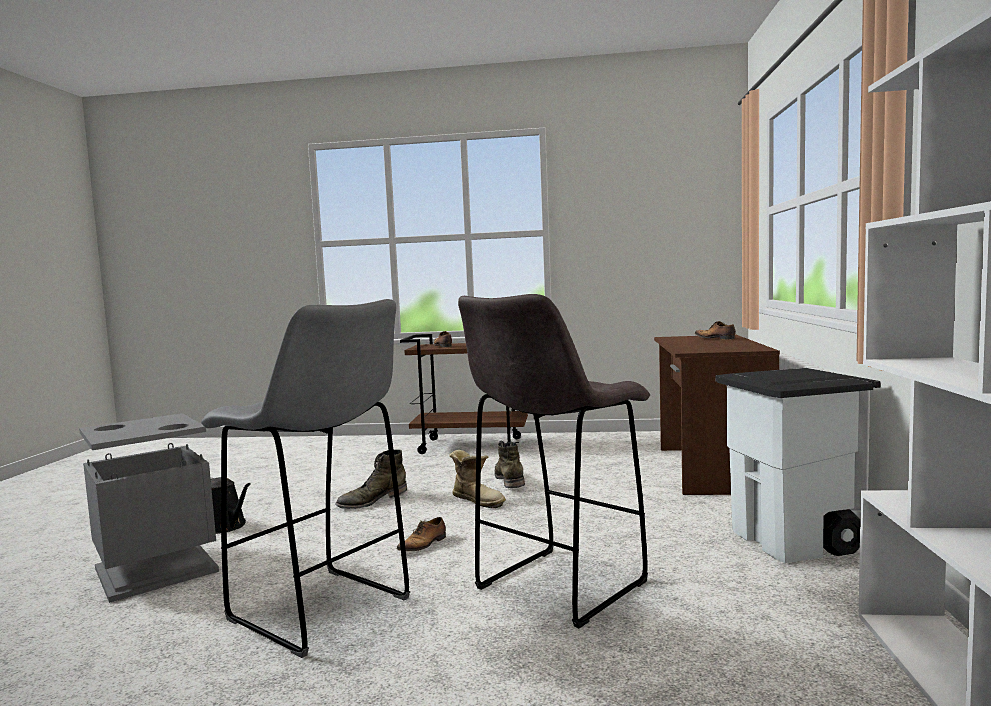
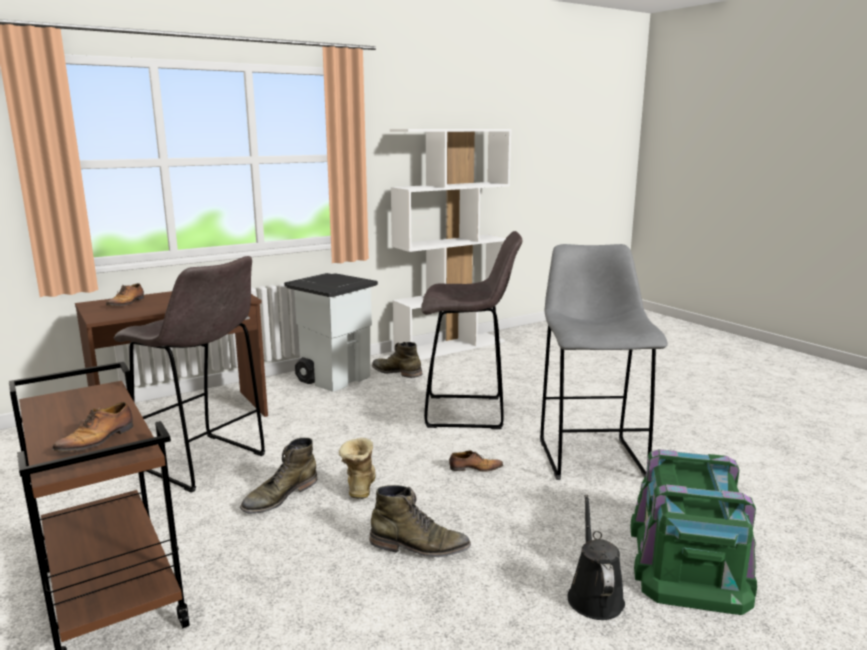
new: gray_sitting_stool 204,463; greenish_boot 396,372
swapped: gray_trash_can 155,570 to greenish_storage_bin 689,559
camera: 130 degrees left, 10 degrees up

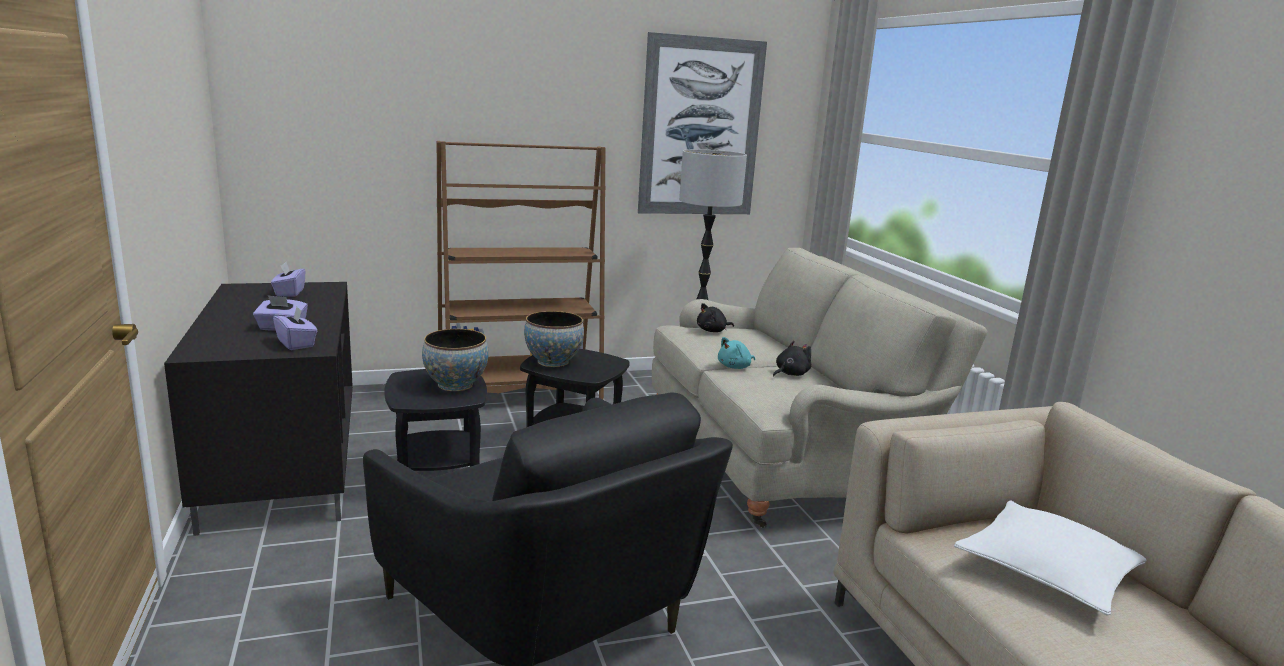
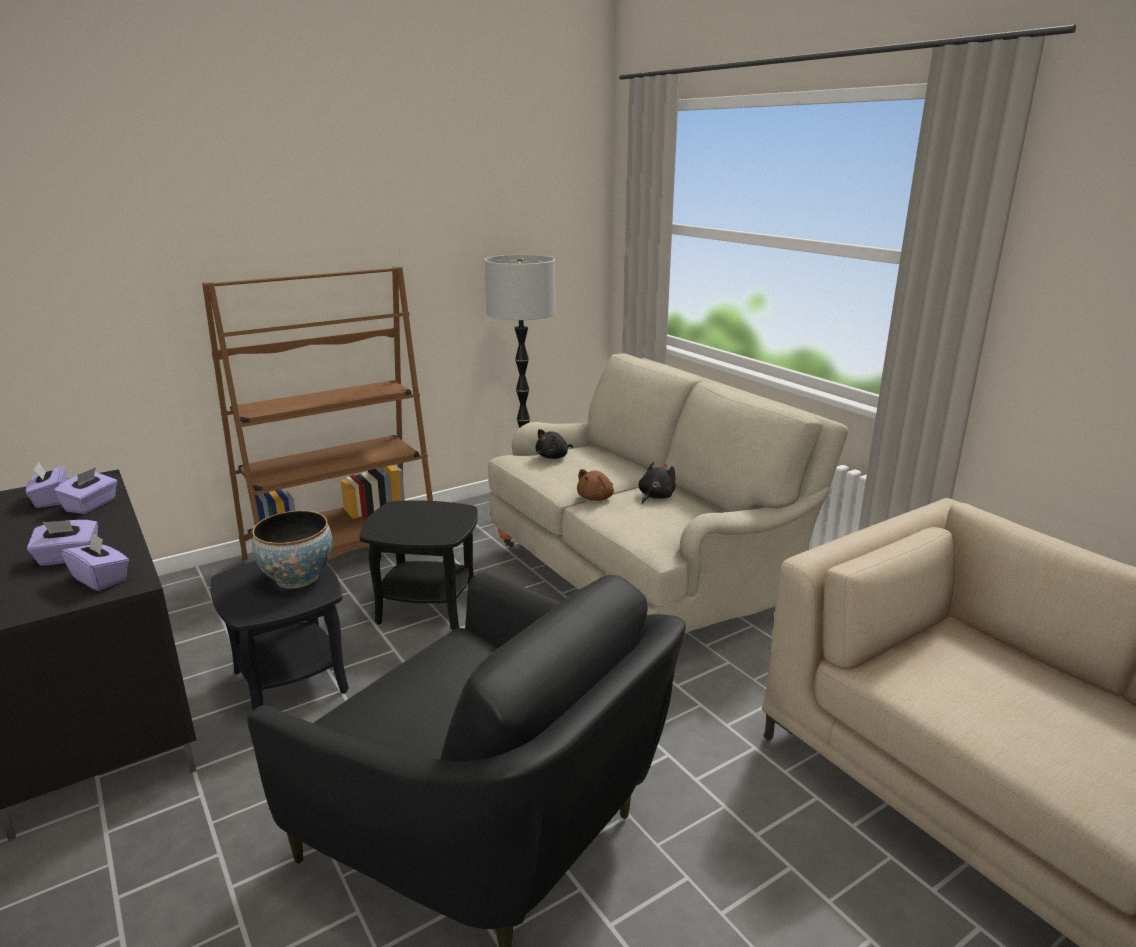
gone: serving_bowl 553,362; wall_art 701,128; white-coloured_cushion 1048,570
new: purple-coloured_box_of_tissues 91,505
repainted: turquoise-coloured_cuddly_toy 735,367 to brownish_cuddly_toy 596,498
camera: 15 degrees left, 5 degrees up

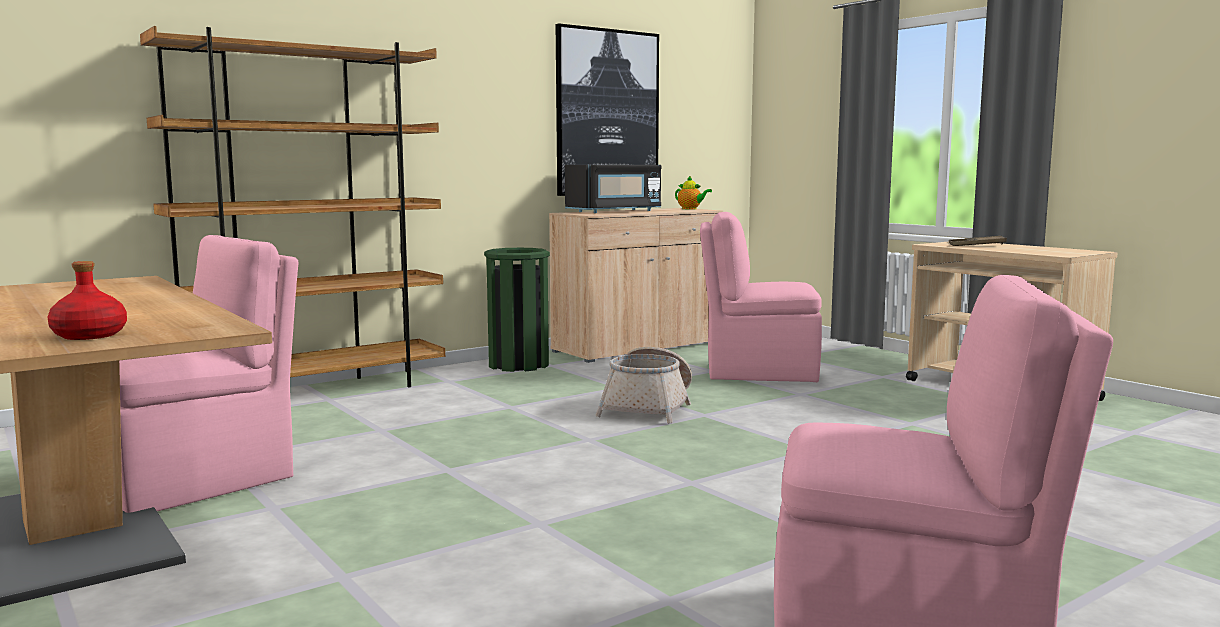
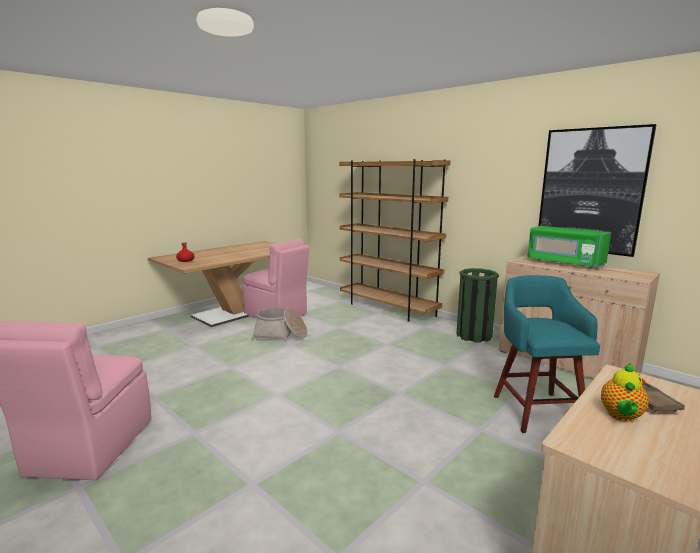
shifted: household_basket 648,407 to 281,335; pot_for_tea 691,209 to 621,416
swapped: pink-coloured_upright_chair 757,372 to turquoise-coloured_sitting_stool 536,410
repainted: blackish_kitchen_microwave 615,211 to greenish_kitchen_microwave 564,263
camera: 80 degrees right, 5 degrees up

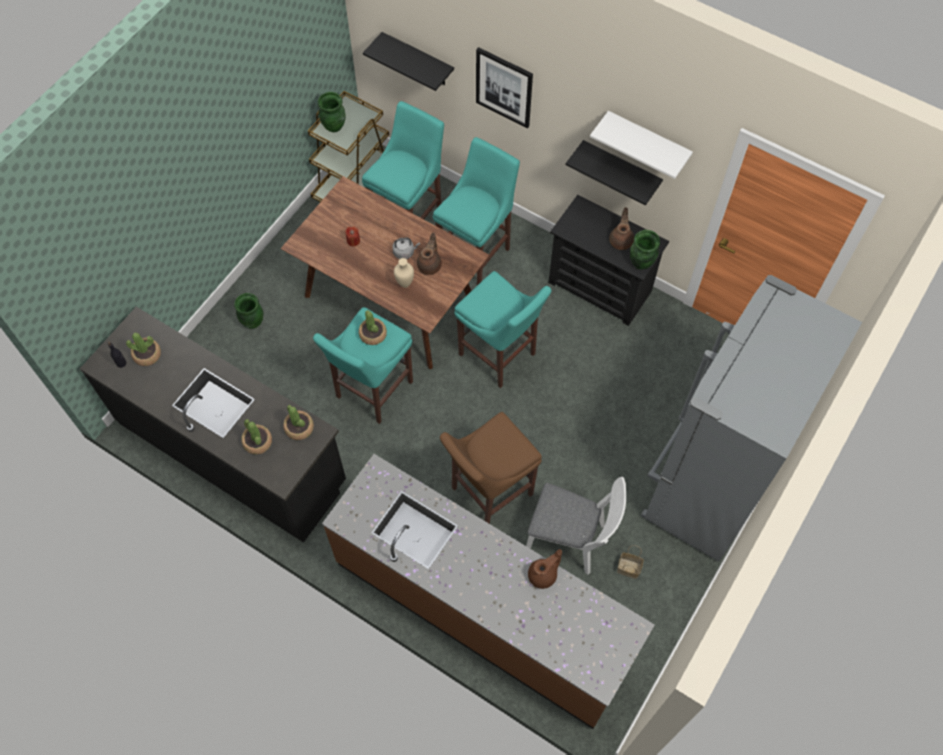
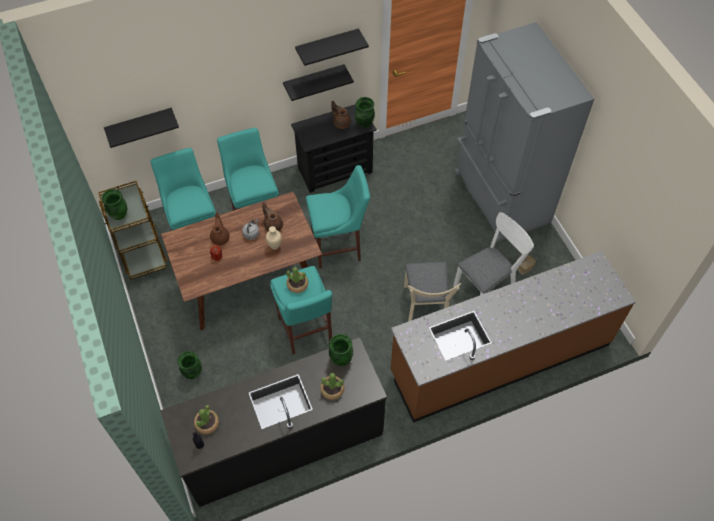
gone: wall_art 504,87
shifted: brownish_pot_for_tea 543,575 to 220,237
swapped: potted_plant 299,428 to greenish_flower_vase 341,359; brownish_sitting_stool 488,493 to beige_upright_chair 425,309
repainted: white-coloured_wall_shelf 647,142 to blackish_wall_shelf 327,46
camera: 55 degrees left, 5 degrees down

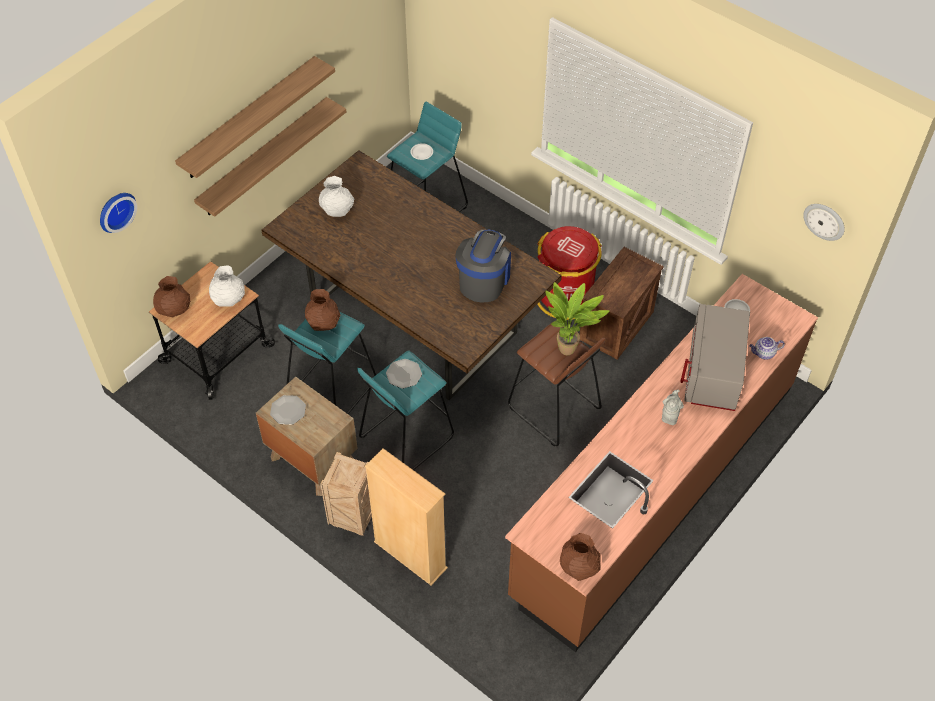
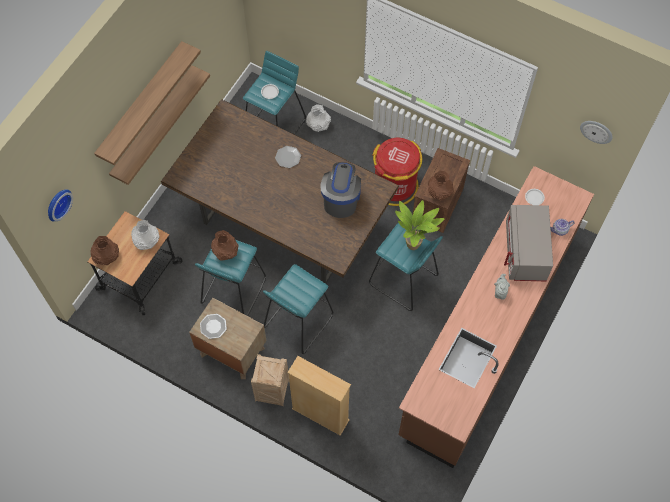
shifted: white-coloured_flower_vase 338,210 to 319,125; plate 404,374 to 288,157; brownish_flower_vase 579,567 to 439,193
repainted: brownish_sitting_stool 554,409 to turquoise-coloured_sitting_stool 403,280
camera: 10 degrees left, 10 degrees up

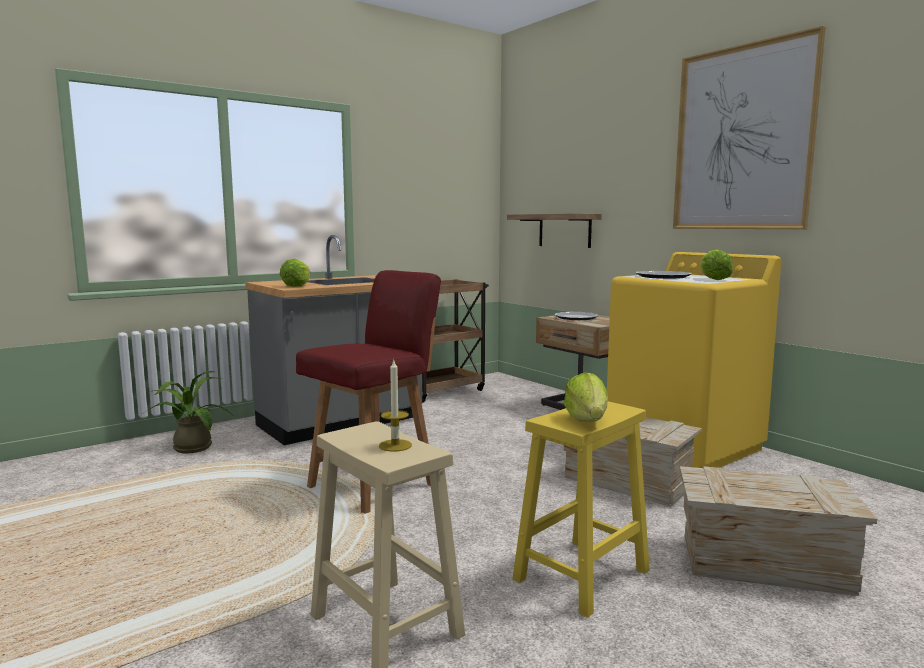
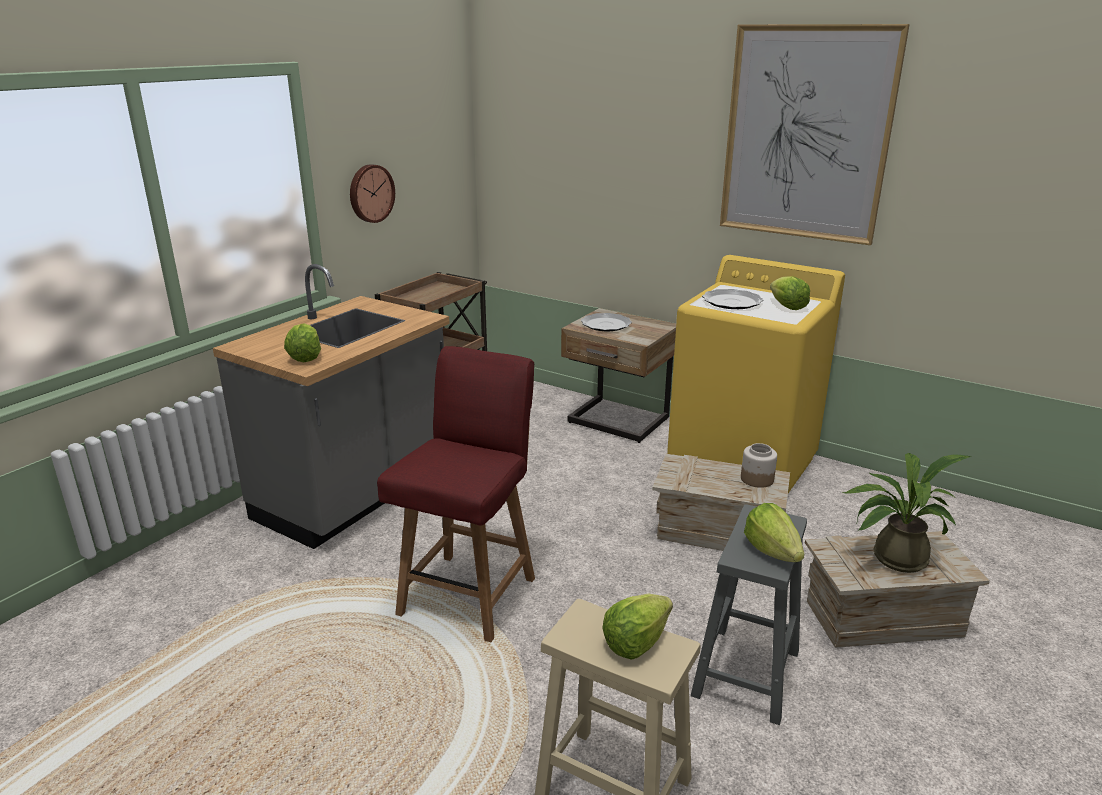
gone: wall_shelf 564,230
new: wall_clock 370,193; preserve_jar 756,479
shifted: potted_plant 190,447 to 892,558
swapped: candle 395,445 to lettuce_head 636,642
repainted: yellowish_sitting_stool 580,576 to gray_sitting_stool 746,674
camera: 20 degrees left, 15 degrees up

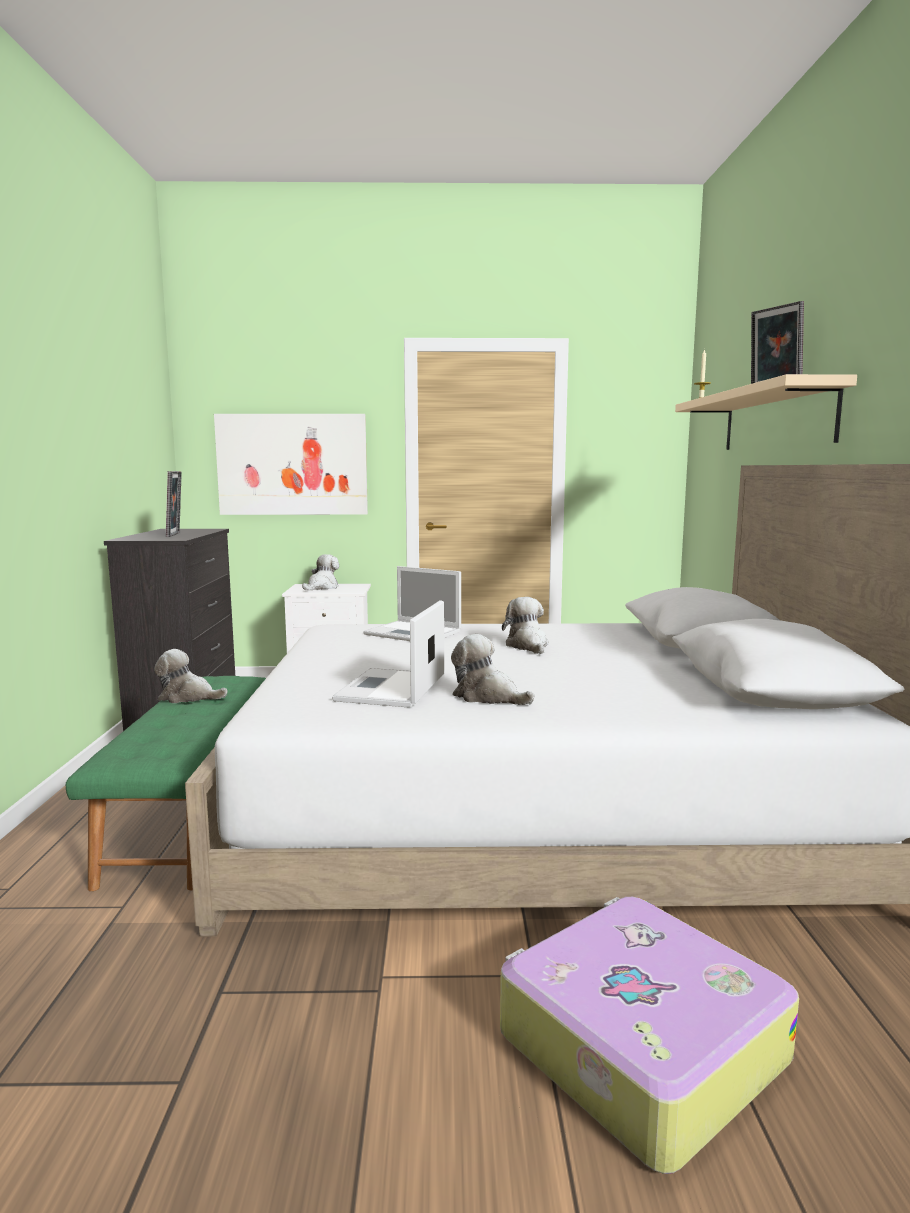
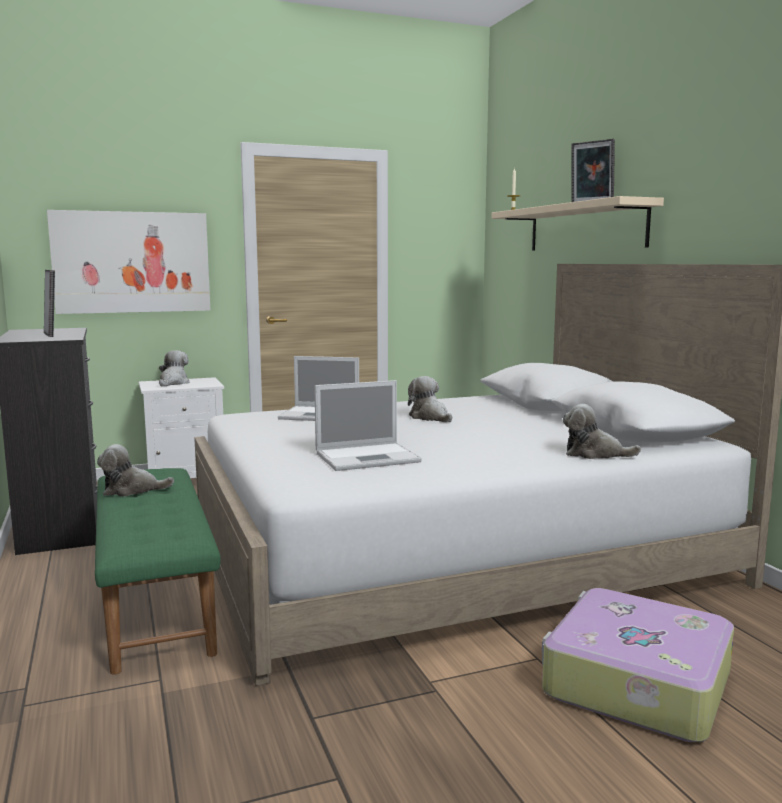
shifted: cuddly_toy 488,697 to 594,454
rotated: notebook_computer 391,689 = 369,457 105 degrees counterclockwise
camera: 20 degrees left, 0 degrees up

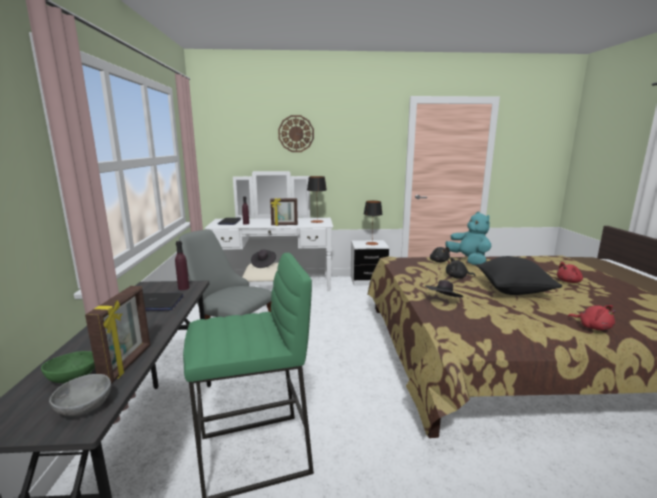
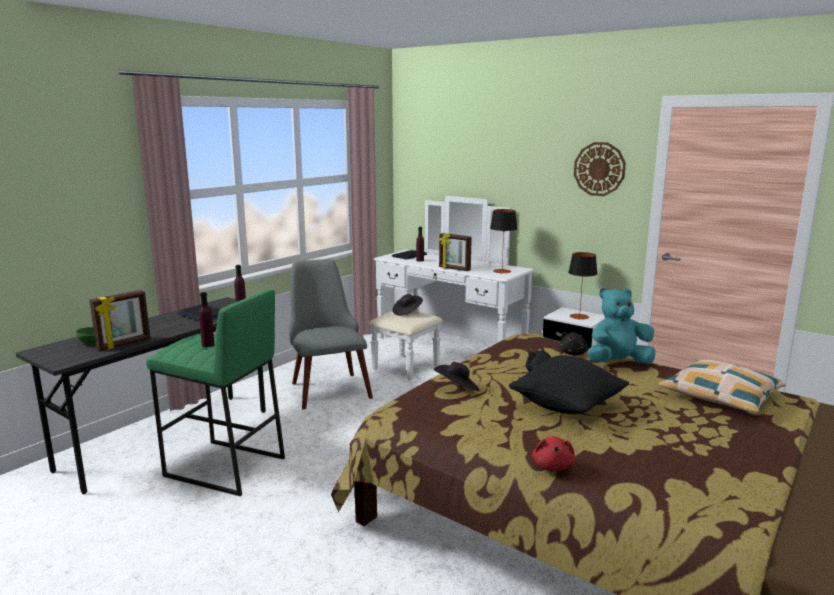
gone: gray_serving_bowl 84,408; red-coloured_cuddly_toy 569,281
new: purple-coloured_drink_bottle 208,345; cushion 720,396
shifted: wall_clock 296,133 to 599,169
rotated: turquoise-coloured_cuddly_toy 468,260 = 618,363 120 degrees counterclockwise
camera: 40 degrees right, 0 degrees up

